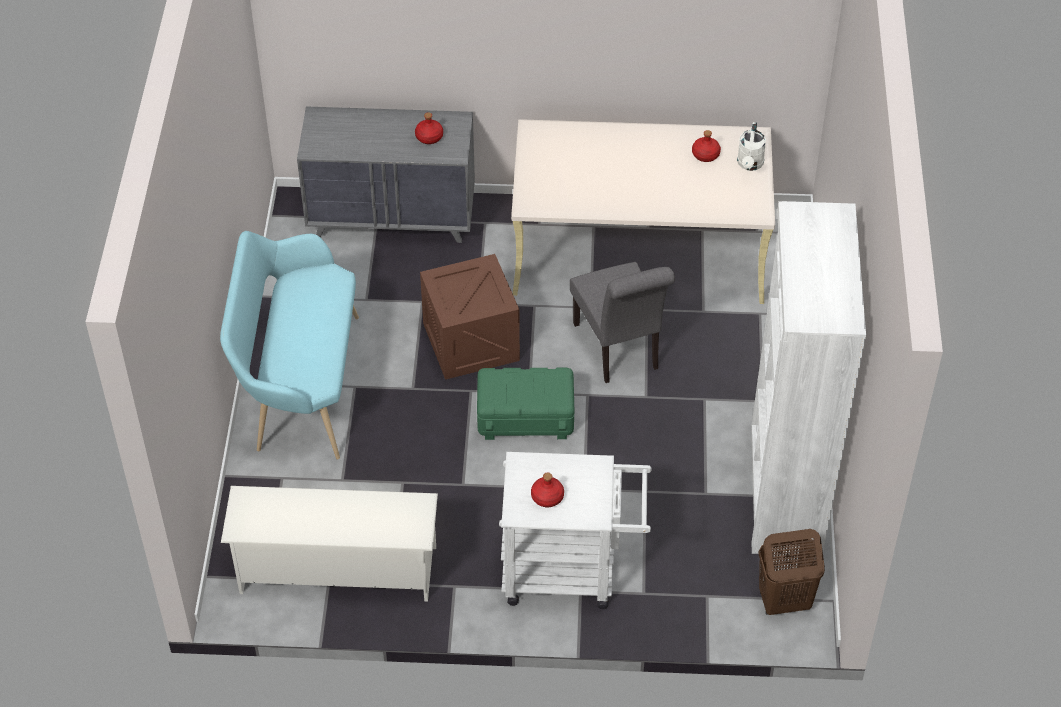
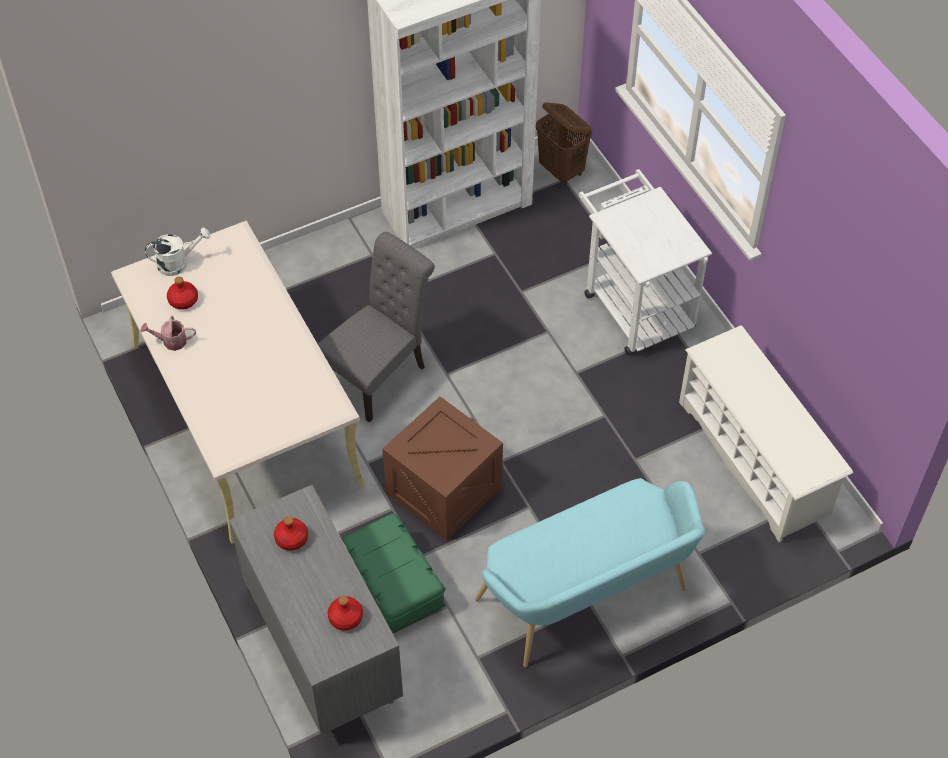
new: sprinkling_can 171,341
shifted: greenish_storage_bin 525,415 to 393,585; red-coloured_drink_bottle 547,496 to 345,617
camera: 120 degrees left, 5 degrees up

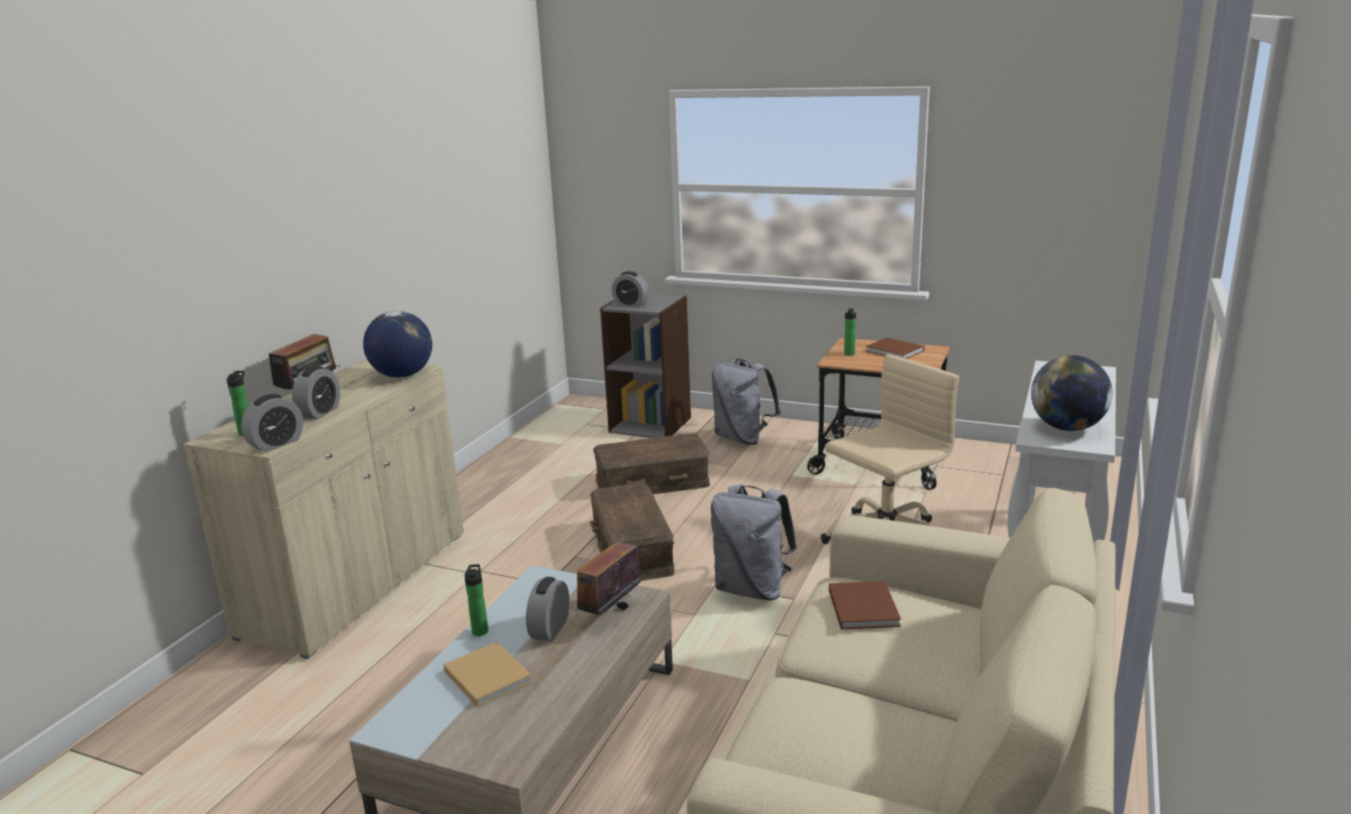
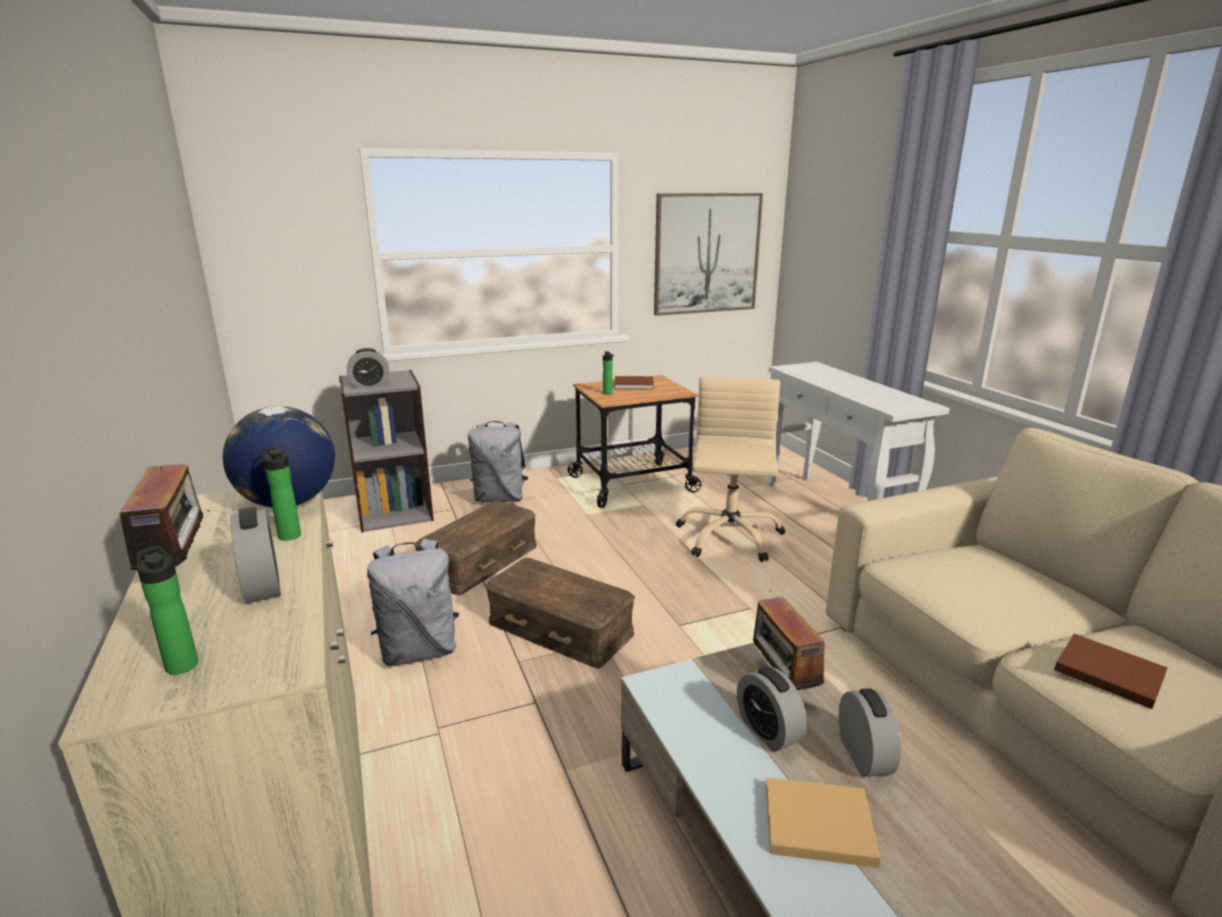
gone: desk_globe 1067,428
new: wall_art 706,254
shifted: bedside_clock 276,444 to 864,756; drink_bottle 480,630 to 288,534; gray_backpack 752,589 to 419,651; brownish_bound_book 862,606 to 1105,671
camera: 45 degrees left, 0 degrees up

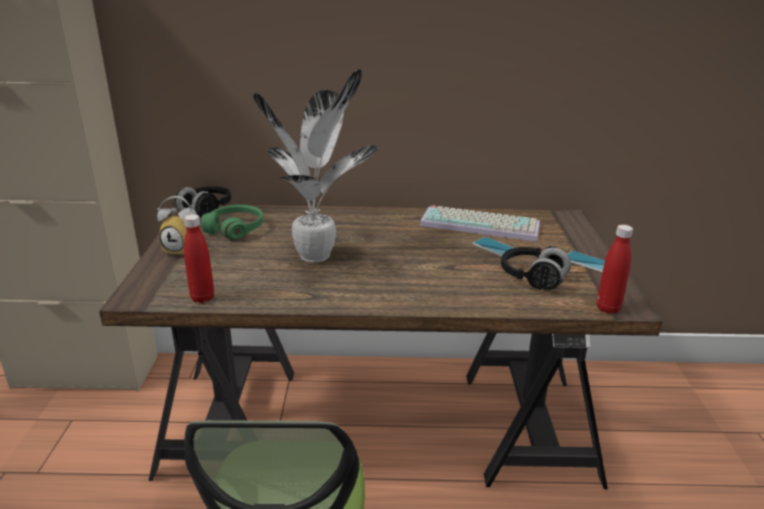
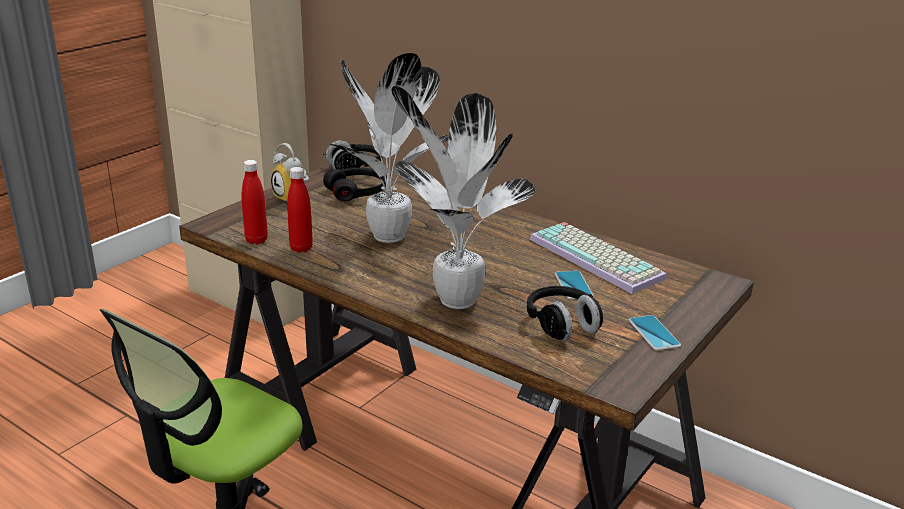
new: potted_plant 453,301
shifted: red-coloured_drink_bottle 607,308 to 301,248
repainted: greenish_pair_of_headphones 235,229 to blackish_pair_of_headphones 357,192
camera: 35 degrees right, 0 degrees up

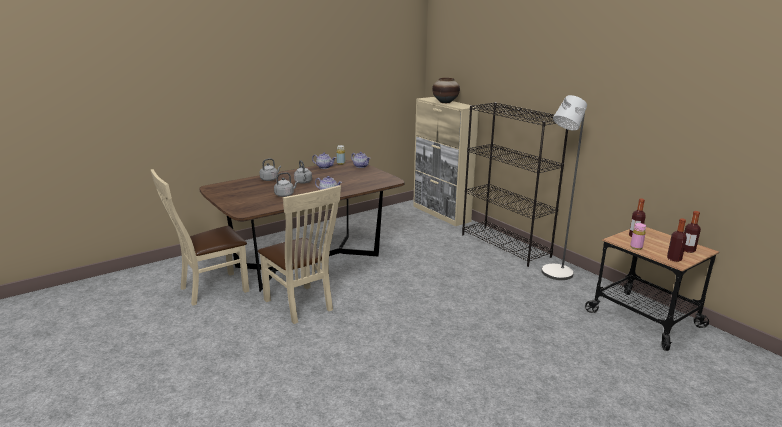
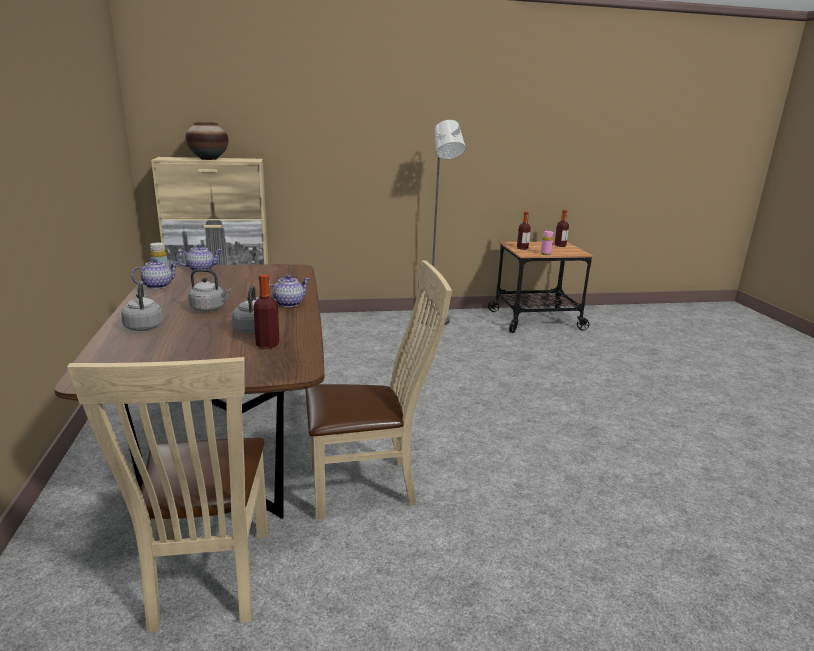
gone: blackish_bookcase 505,245
shifted: drink_bottle 674,259 to 267,345
camera: 65 degrees left, 0 degrees up

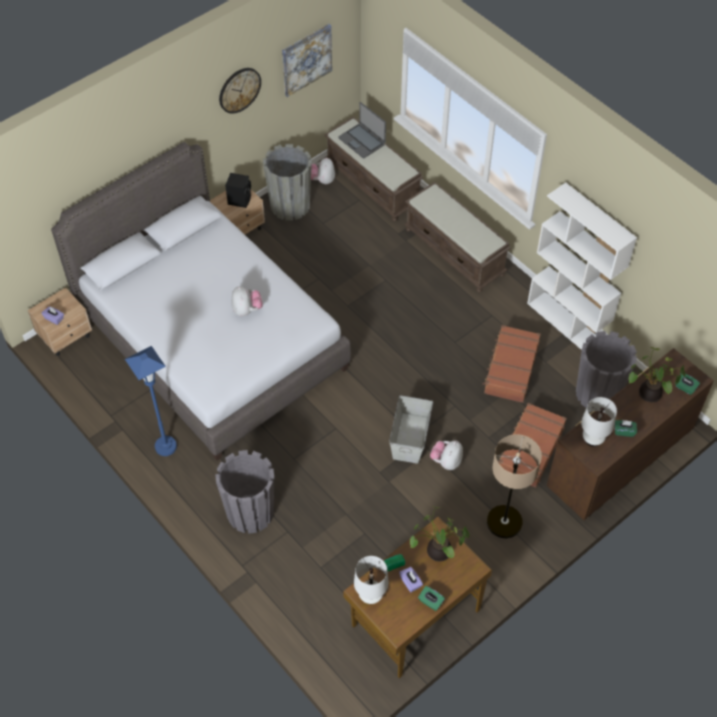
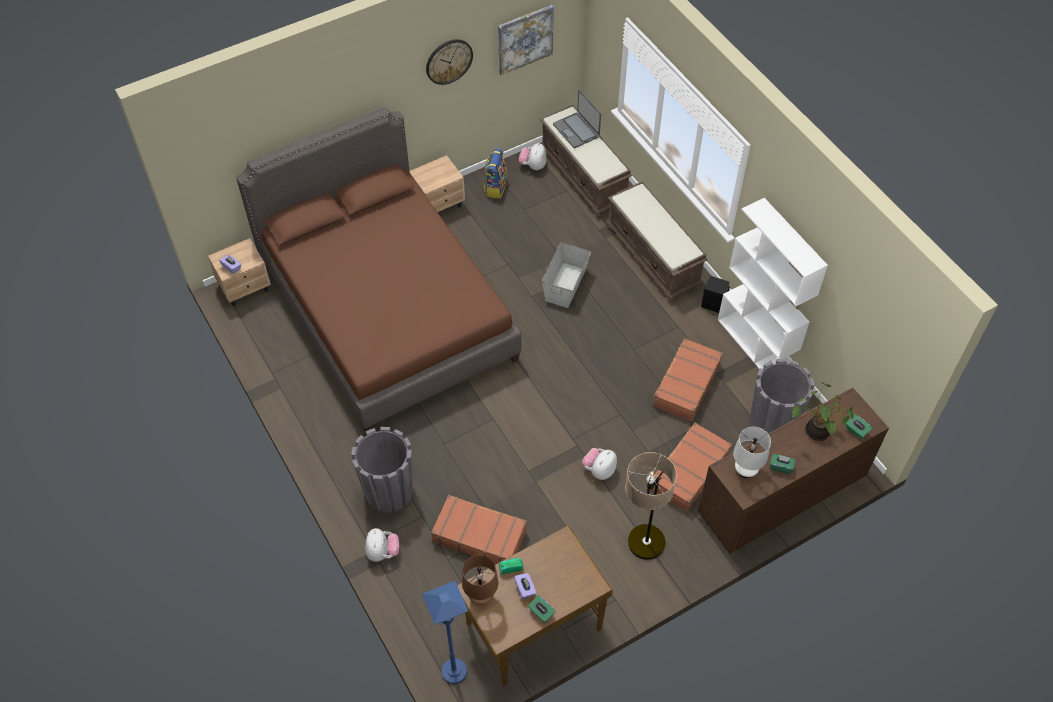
gone: potted_plant 437,553
new: brownish_travel_case 479,535
shifted: bluish_standard_lamp 166,446 to 454,671; blackish_audio_speaker 240,199 to 713,303; cuddly_toy 247,310 to 382,552; gray_storage_bin 410,437 to 566,284
swapped: gray_planter 290,206 to backpack 495,187
repainted: gray_sleeping_bed 211,340 to brownish_sleeping_bed 387,312; white-coloured_tabletop_lamp 370,596 to brownish_tabletop_lamp 481,596
camera: 10 degrees right, 0 degrees up

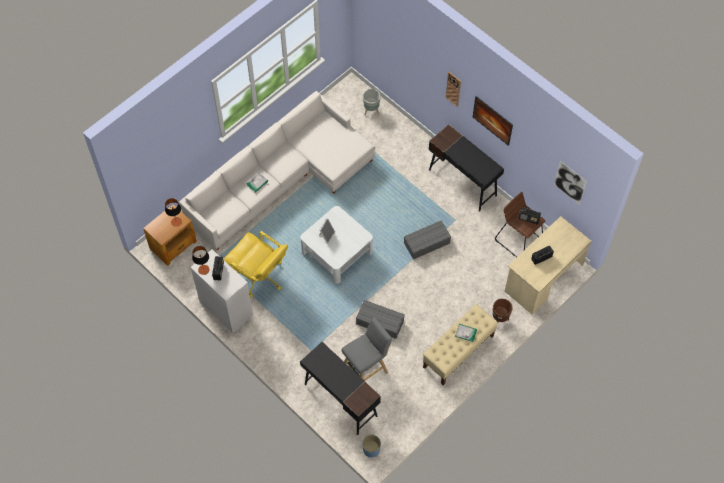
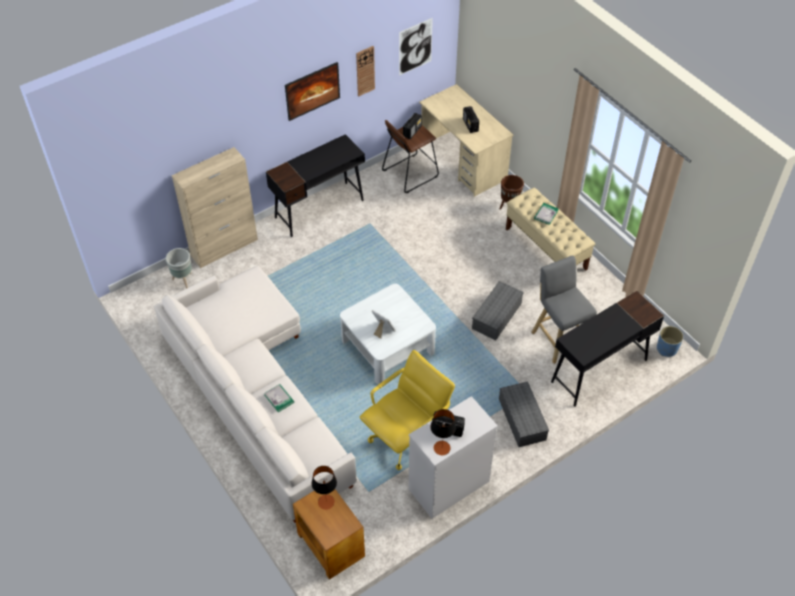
new: beige_storage_cabinet 224,247
shifted: gray_storage_bin 427,242 to 521,418; wall_clock 453,89 to 365,71
camera: 80 degrees left, 10 degrees down

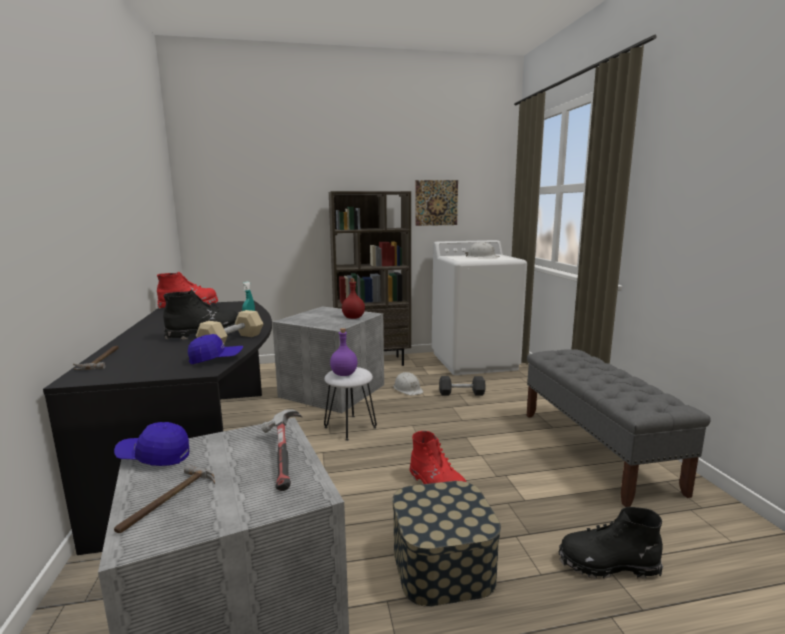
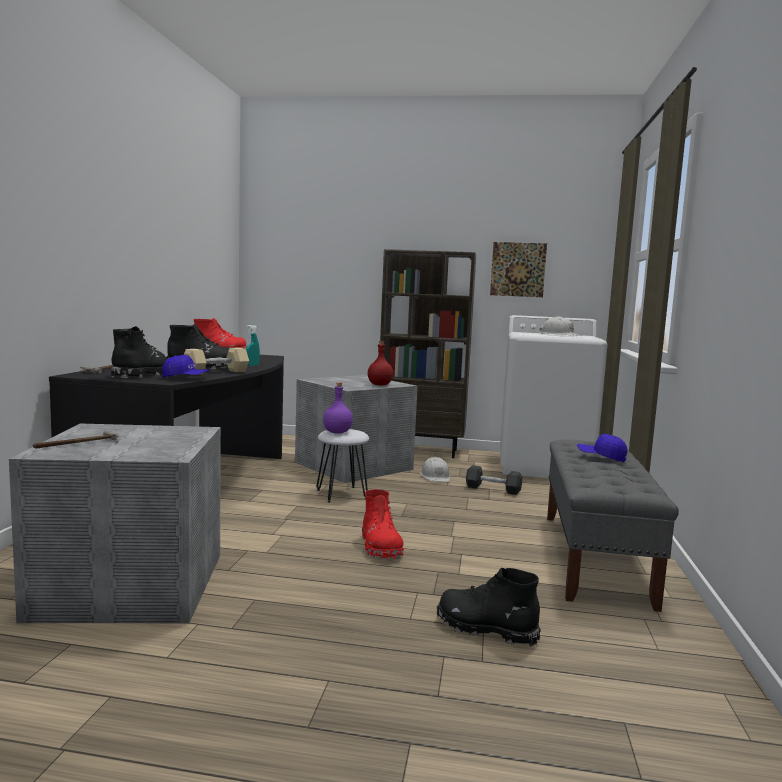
gone: hammer 282,457; storage_bin 443,564
new: blackish_boot 141,375
shifted: bluish_cap 154,457 to 601,457
camera: 20 degrees right, 5 degrees down

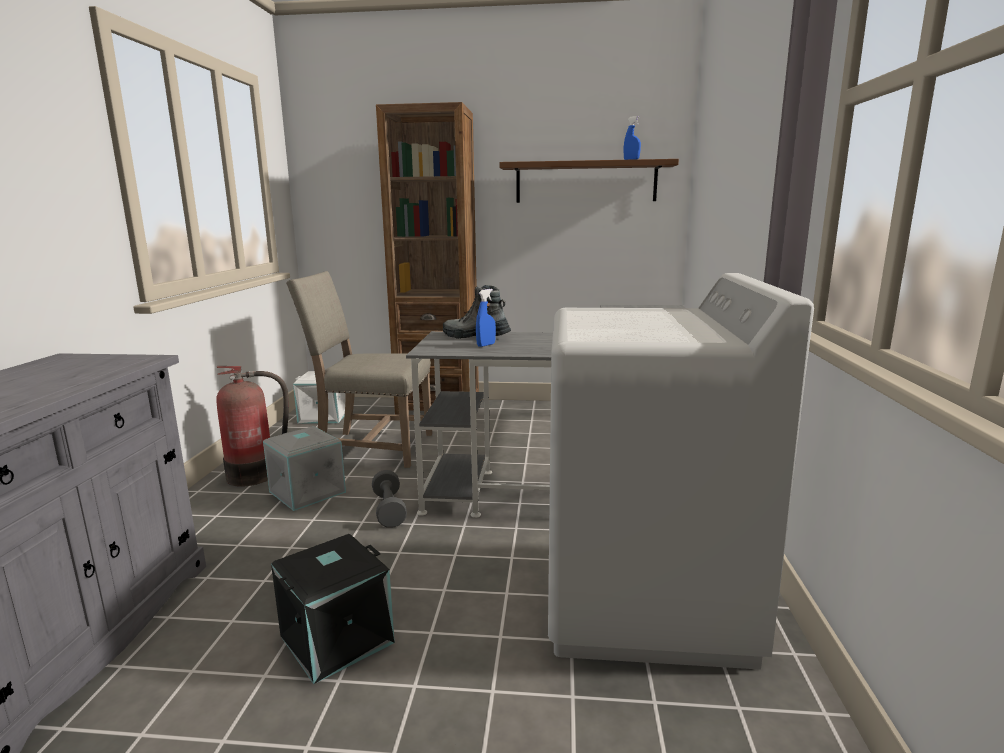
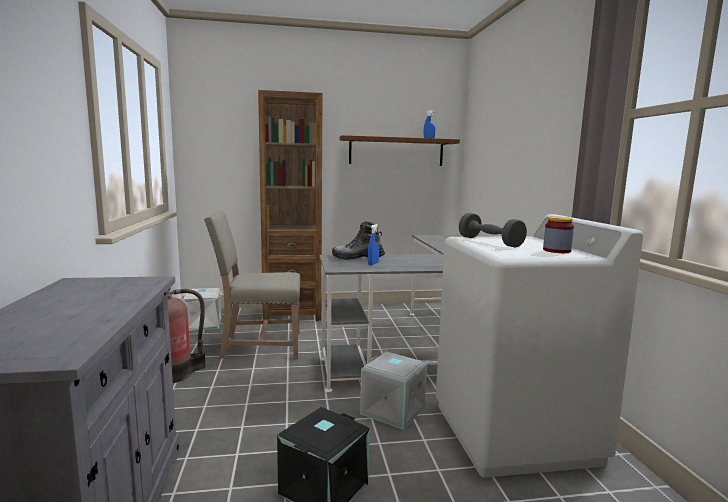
new: preserve_jar 556,251
shifted: gray_storage_bin 306,492 to 392,411; gray_free_weight 389,510 to 489,242
camera: 15 degrees left, 5 degrees down

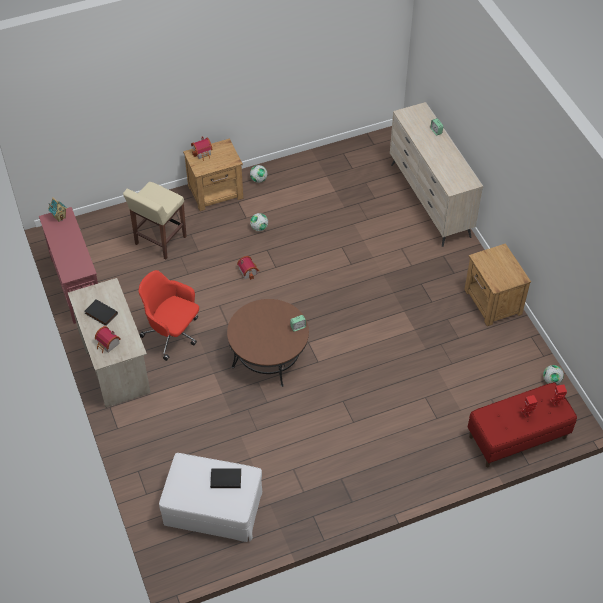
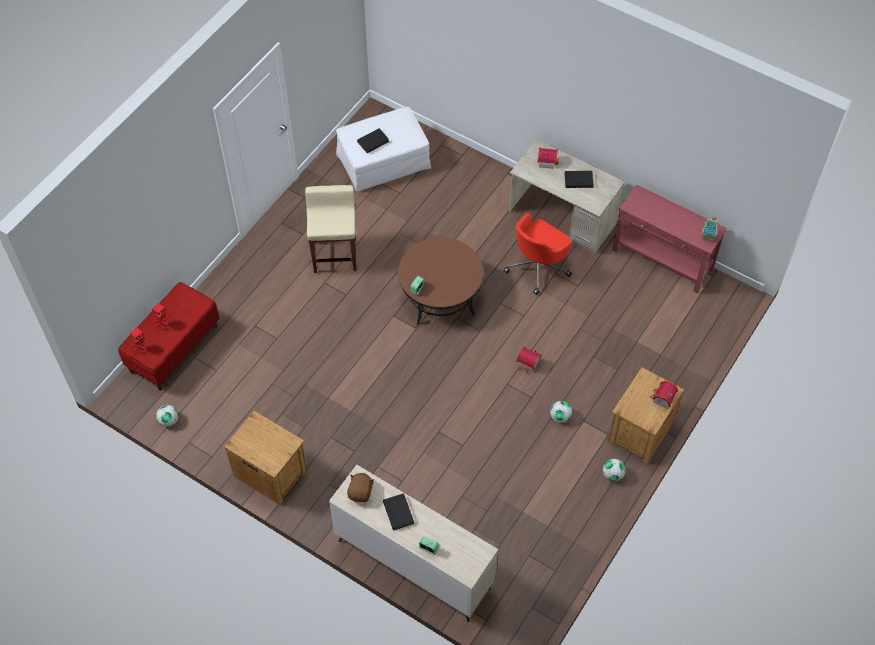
new: brownish_cuddly_toy 361,492; blackish_bound_book 399,512
shifted: beige_sitting_stool 160,241 to 335,255
rotated: red-coloured_office_chair 173,334 = 538,267 135 degrees clockwise
camera: 145 degrees right, 5 degrees up

